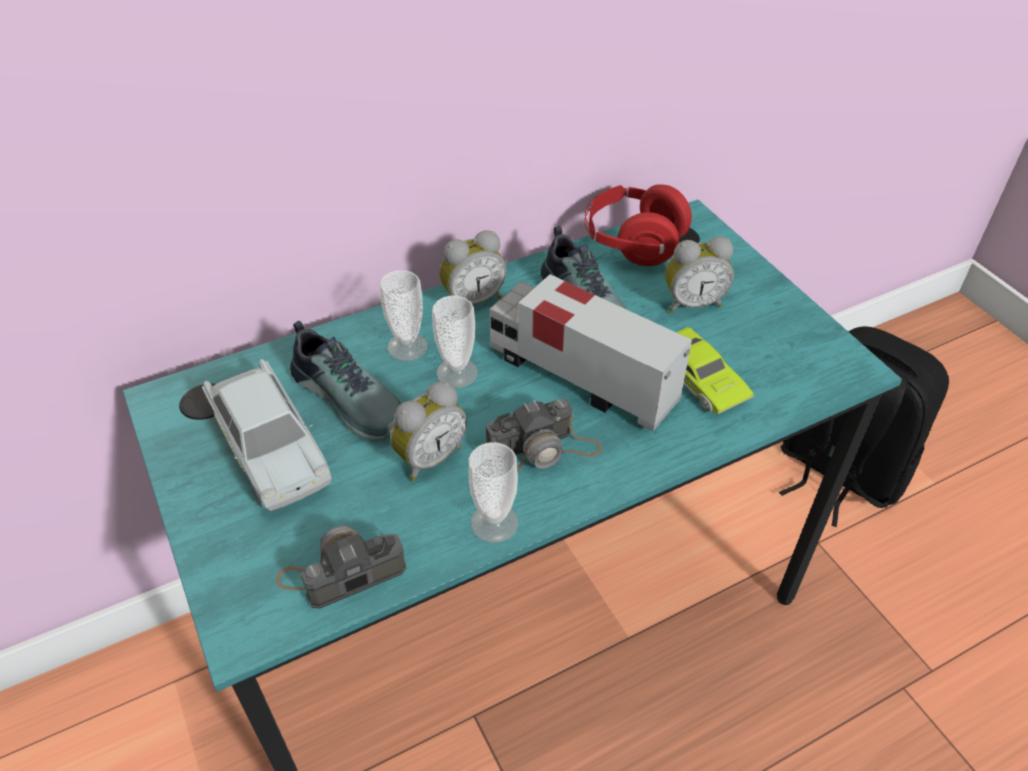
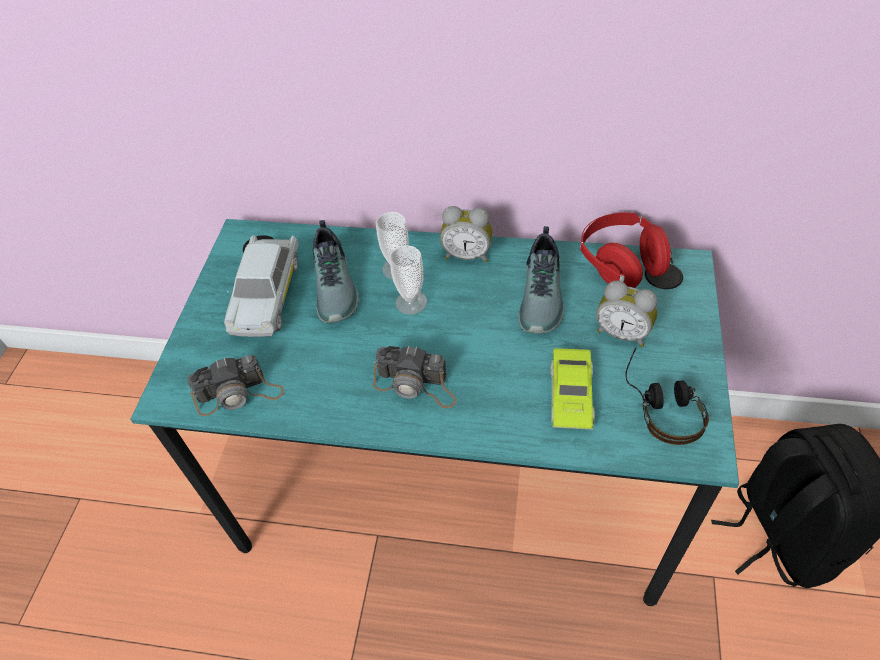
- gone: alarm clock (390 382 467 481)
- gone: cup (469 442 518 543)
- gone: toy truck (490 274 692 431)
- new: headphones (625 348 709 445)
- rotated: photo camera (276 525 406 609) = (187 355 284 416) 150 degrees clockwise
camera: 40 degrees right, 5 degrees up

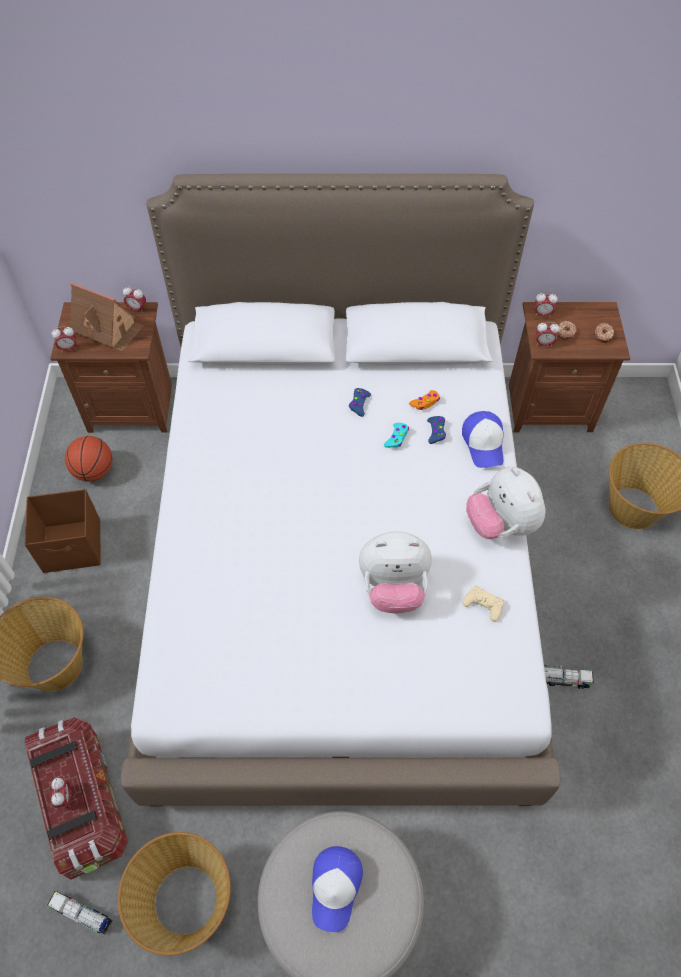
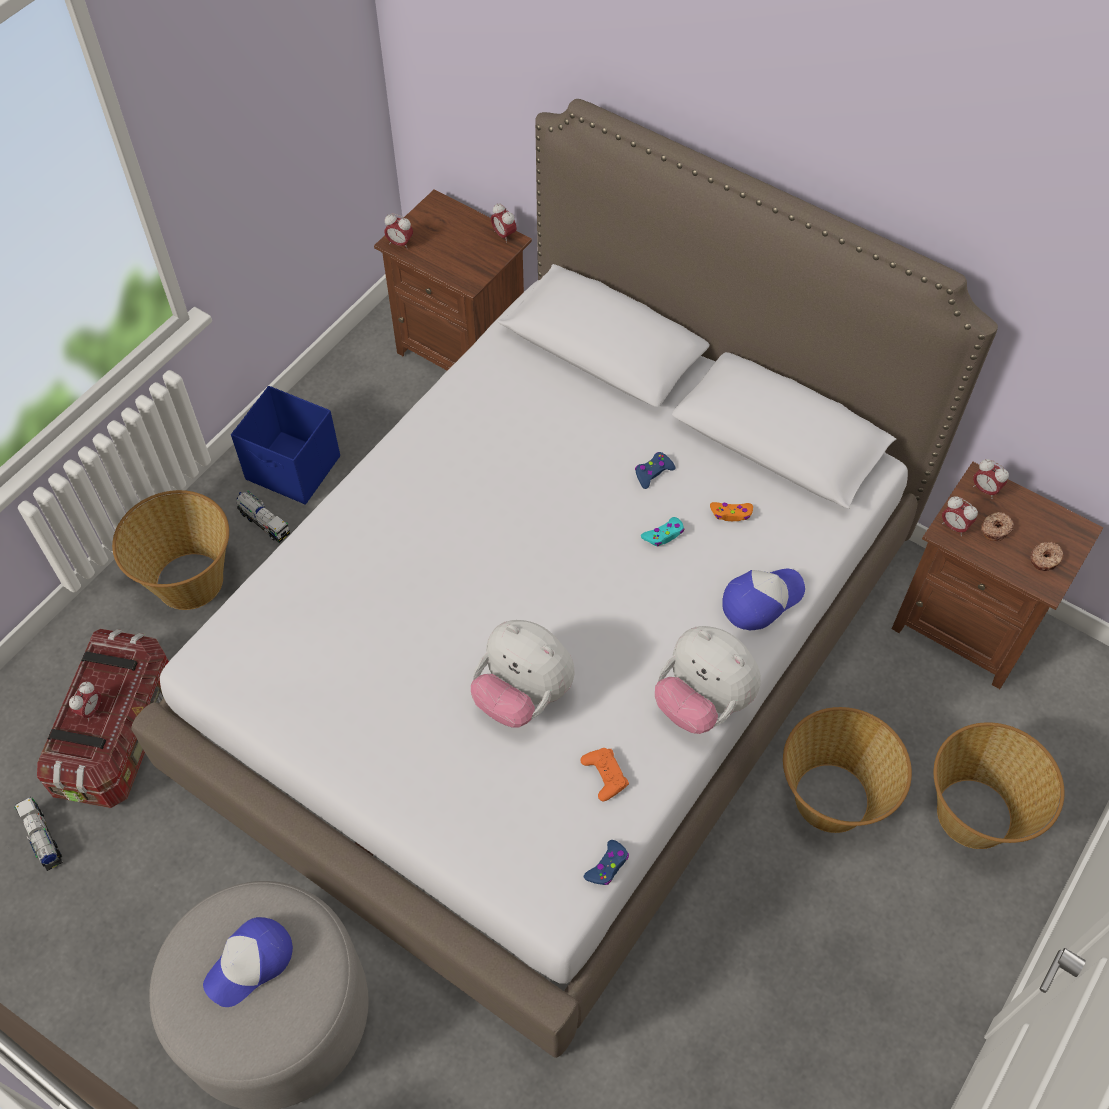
- gone: basketball (65 436 112 482)
- gone: toy house (70 282 143 351)
- shifted: basket (118 832 231 956) to (783 707 912 833)
- shifted: blue game controller (427 416 446 444) to (584 840 629 885)
- shifted: toy truck (544 665 594 689) to (237 491 290 543)
- repainted: brown storage box (25 489 101 573) to blue storage box (231 386 340 505)
- repainted: beige game controller (462 586 504 622) to orange game controller (581 748 629 801)
- rotated: cap (462 411 504 468) = (722 569 805 630) 150 degrees counterclockwise
- rotated: plush toy (466 467 546 539) = (655 626 761 734) 60 degrees counterclockwise
camera: 35 degrees right, 0 degrees up

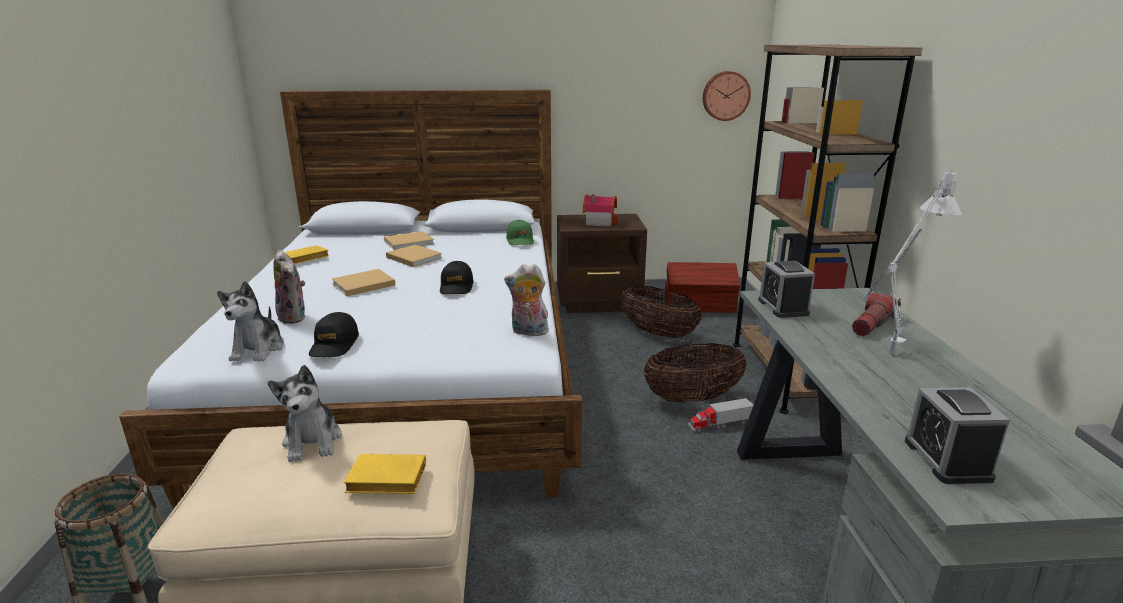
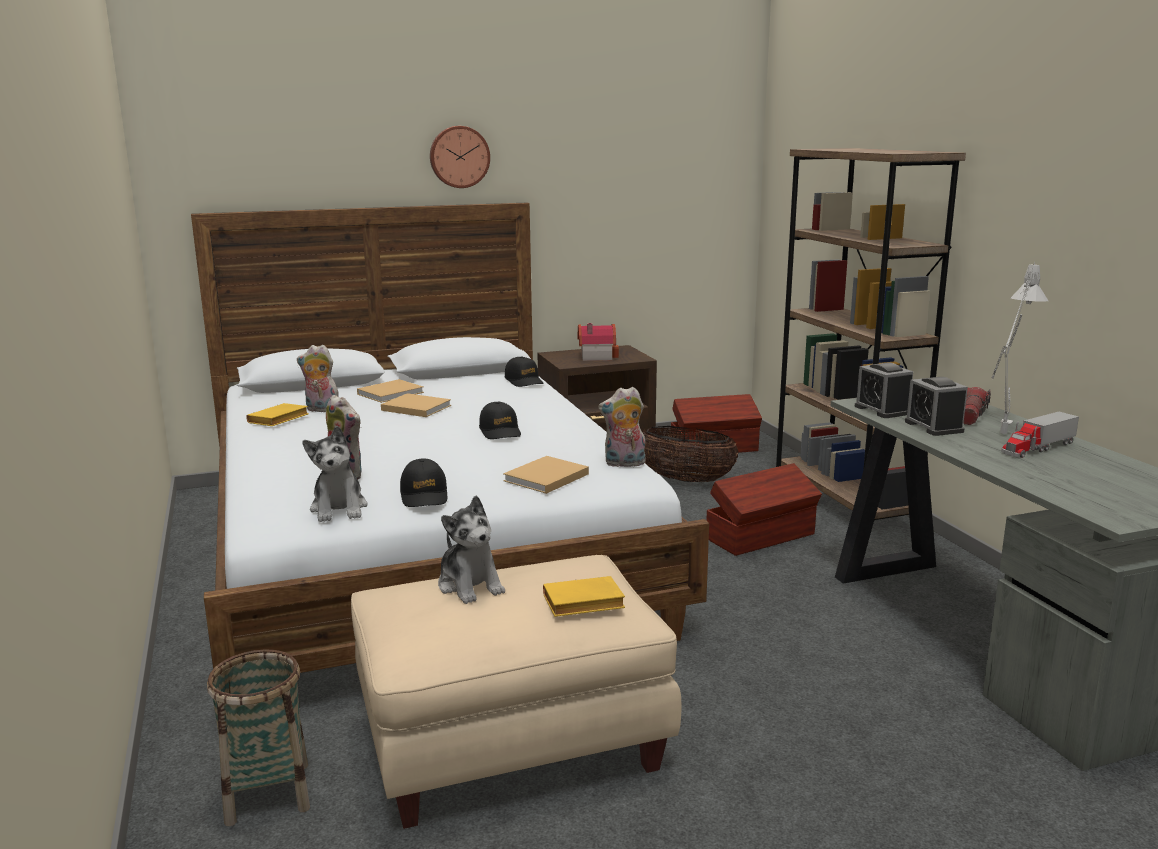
- new: plush toy (297 345 339 412)
- shifted: beige book (332 269 395 296) to (503 456 589 494)
- shifted: toy truck (688 398 753 432) to (1001 412 1079 458)
- shifted: wall clock (703 71 751 121) to (430 126 490 188)
- shifted: alarm clock (905 387 1010 484) to (905 377 968 436)
- swapped: basket (643 343 747 403) to brown storage box (706 463 822 556)
- repainted: green cap (506 220 534 246) to black cap (505 356 544 387)
camera: 15 degrees left, 5 degrees down

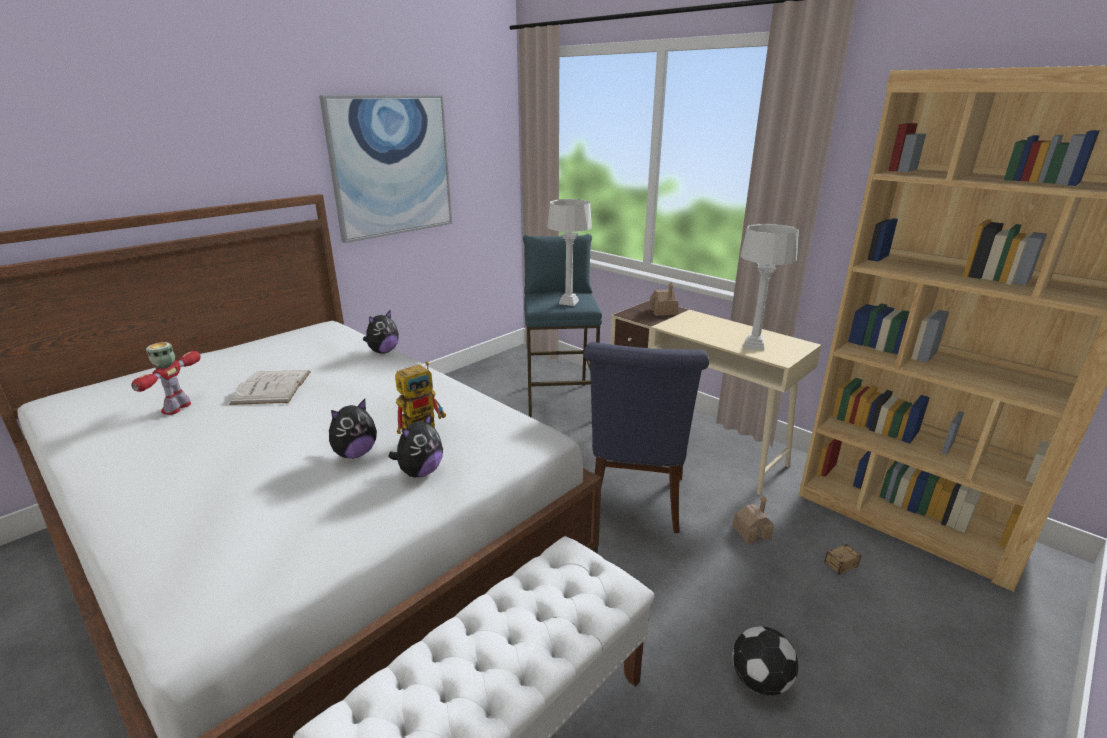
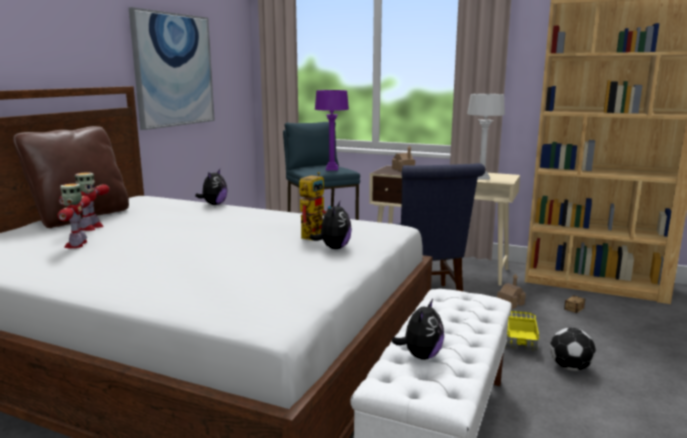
- gone: white book (229 370 311 405)
- new: brown pillow (13 126 129 228)
- new: toy robot (59 173 109 231)
- new: toy truck (505 311 539 351)
- shifted: plush toy (329 399 377 458) to (392 299 444 360)
- repainted: grey table lamp (547 199 592 306) to purple table lamp (315 90 349 170)
camera: 20 degrees left, 10 degrees down

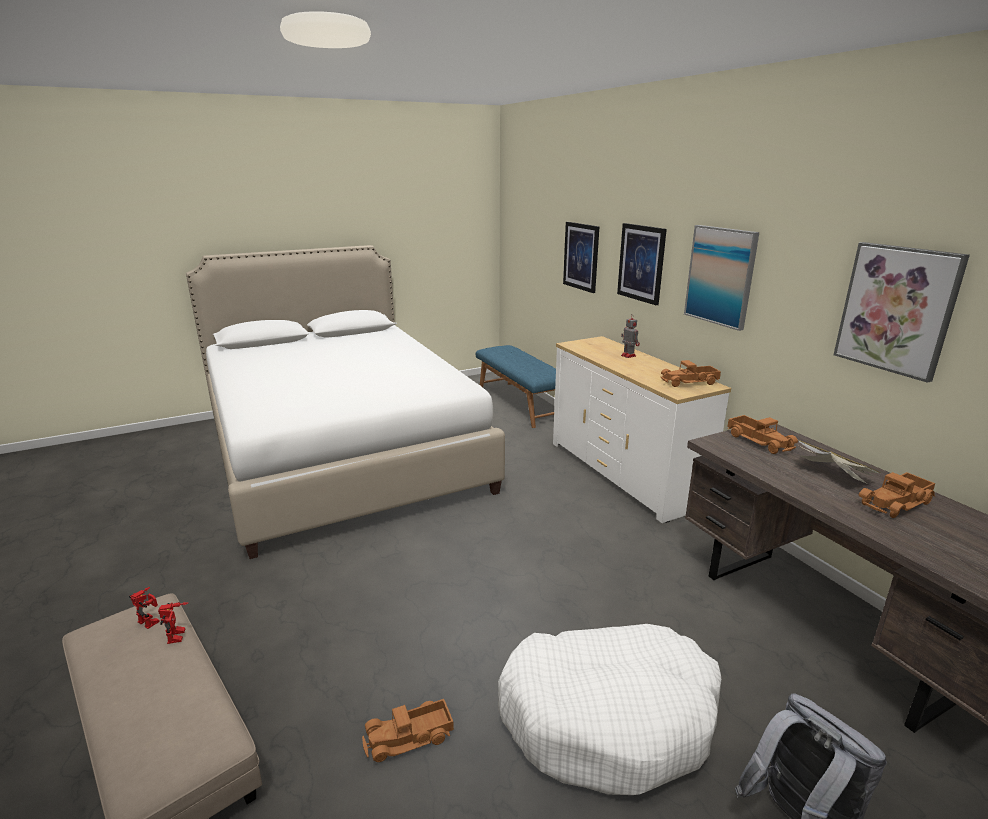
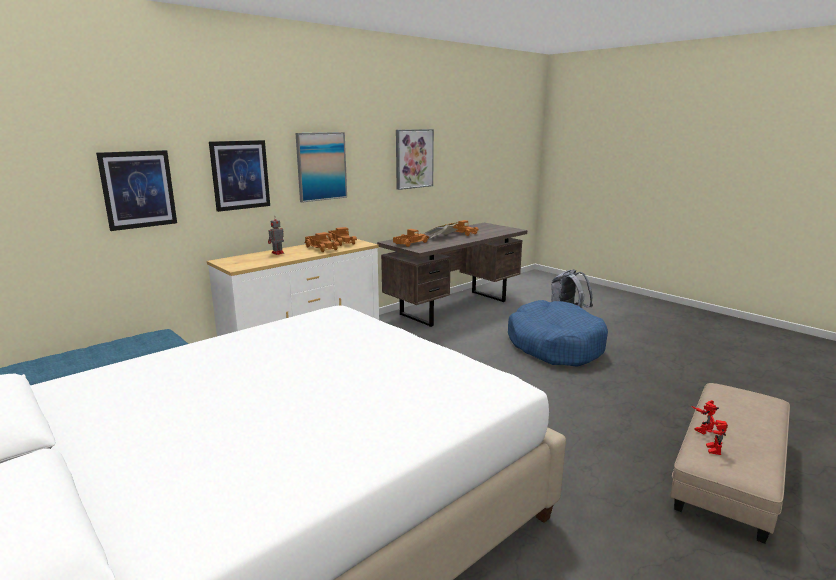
- shifted: toy truck (362 699 454 762) to (305 232 339 252)
- repainted: white dog bed (498 624 721 795) to blue dog bed (508 300 608 367)
camera: 105 degrees left, 5 degrees down

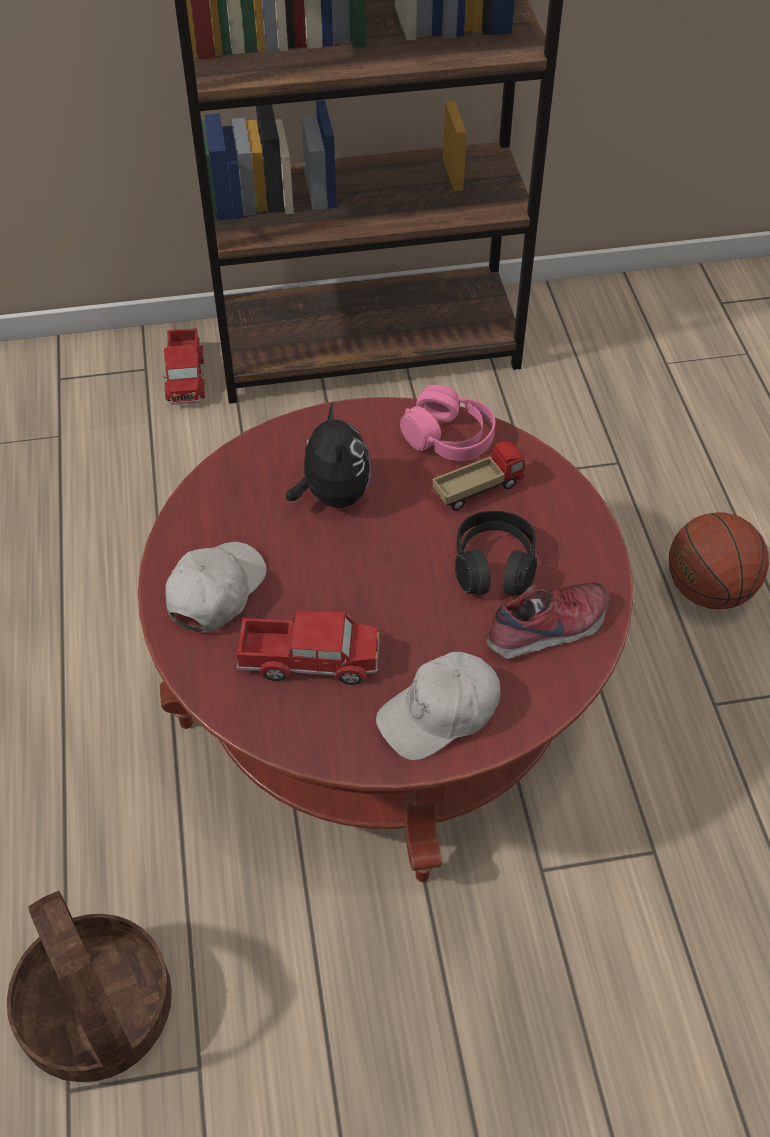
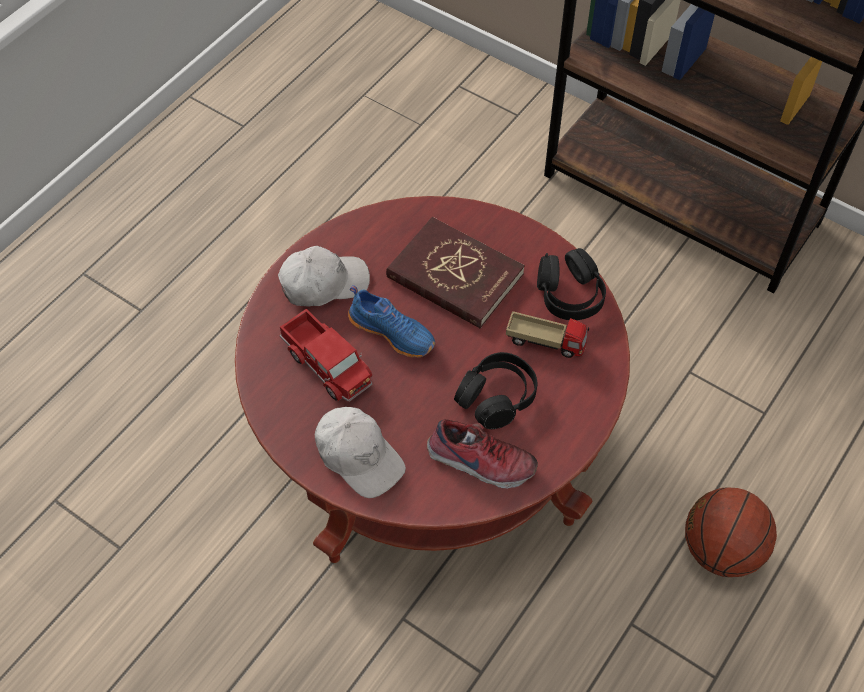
- gone: basket (7 891 172 1082)
- gone: toy truck (162 328 205 405)
- new: blue shoe (348 285 435 358)
- swapped: plush toy (286 402 371 508) to red book (386 217 525 329)
- repainted: pink headphones (400 385 495 461) to black headphones (537 248 606 320)
- rotated: white cap (376 652 500 760) = (315 407 406 498) 150 degrees counterclockwise
camera: 45 degrees right, 5 degrees up

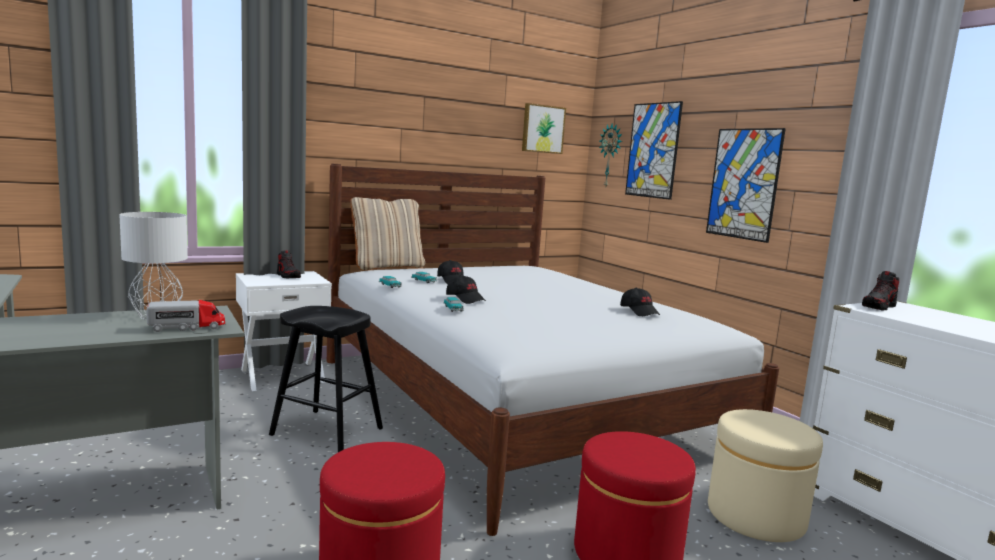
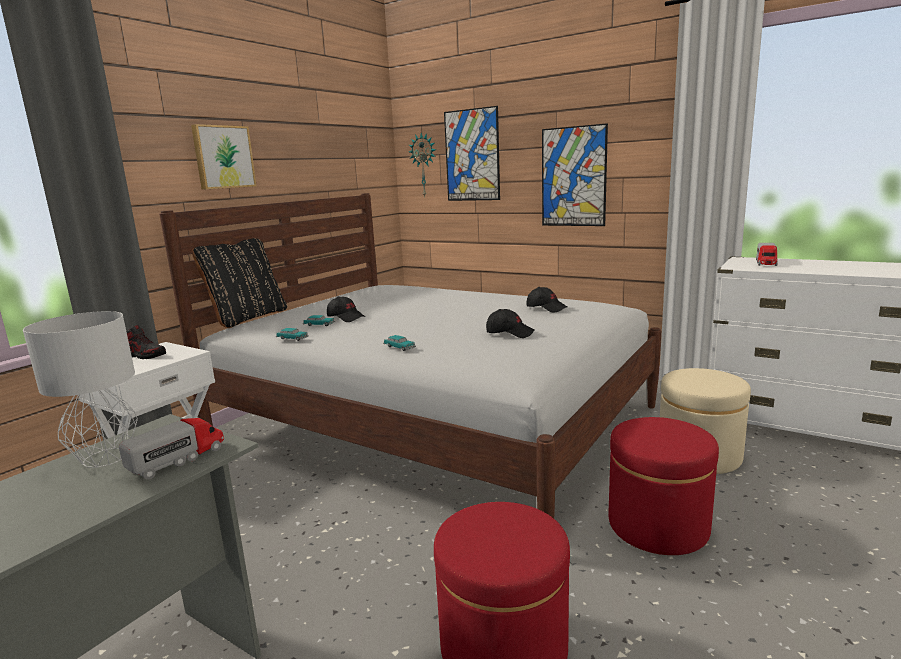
- gone: black stool (269 306 383 452)
- gone: shoe (862 271 899 311)
- new: toy truck (756 243 778 266)
- shifted: black cap (446 275 486 304) to (486 309 534 338)
- shifted: picture (522 103 566 154) to (191 124 257 190)
- repainted: beige pillow (350 197 425 271) to black pillow (192 238 287 328)
camera: 25 degrees left, 5 degrees up

